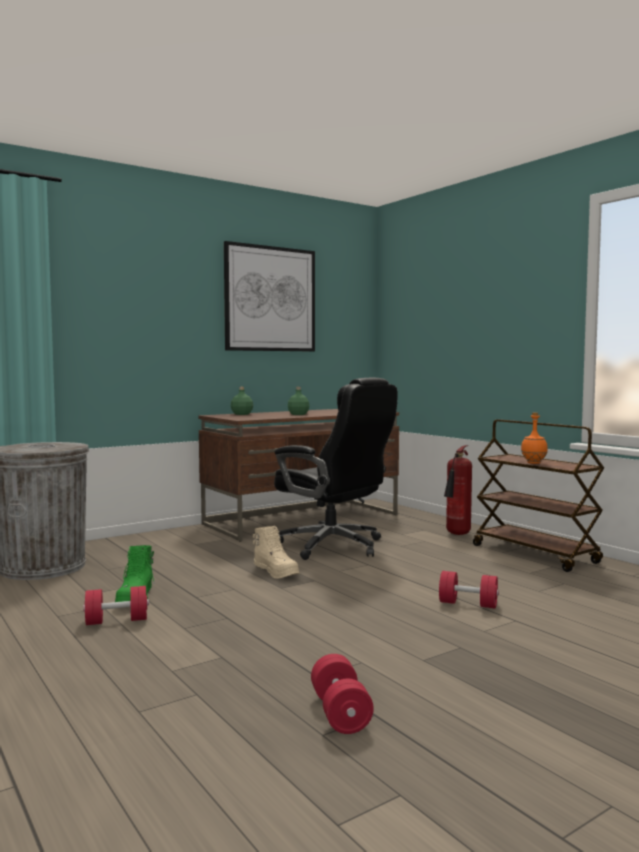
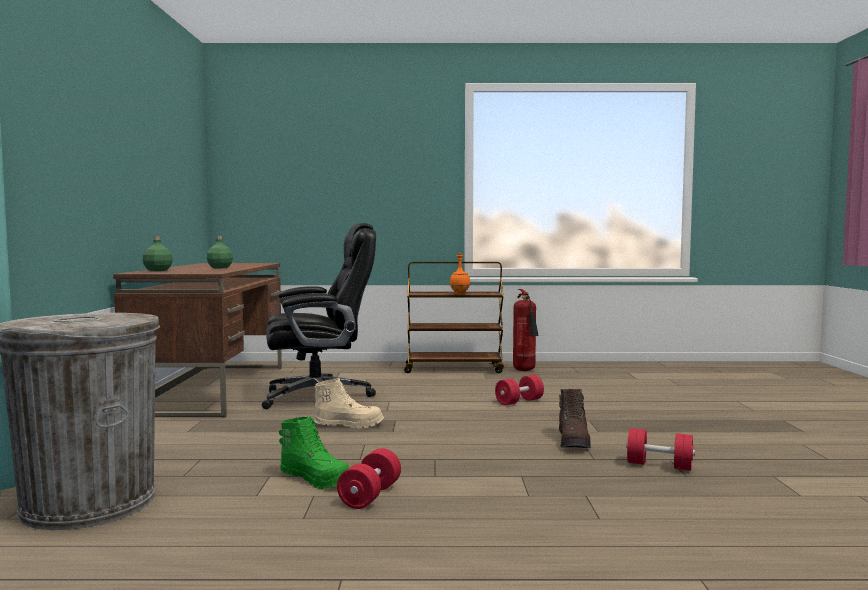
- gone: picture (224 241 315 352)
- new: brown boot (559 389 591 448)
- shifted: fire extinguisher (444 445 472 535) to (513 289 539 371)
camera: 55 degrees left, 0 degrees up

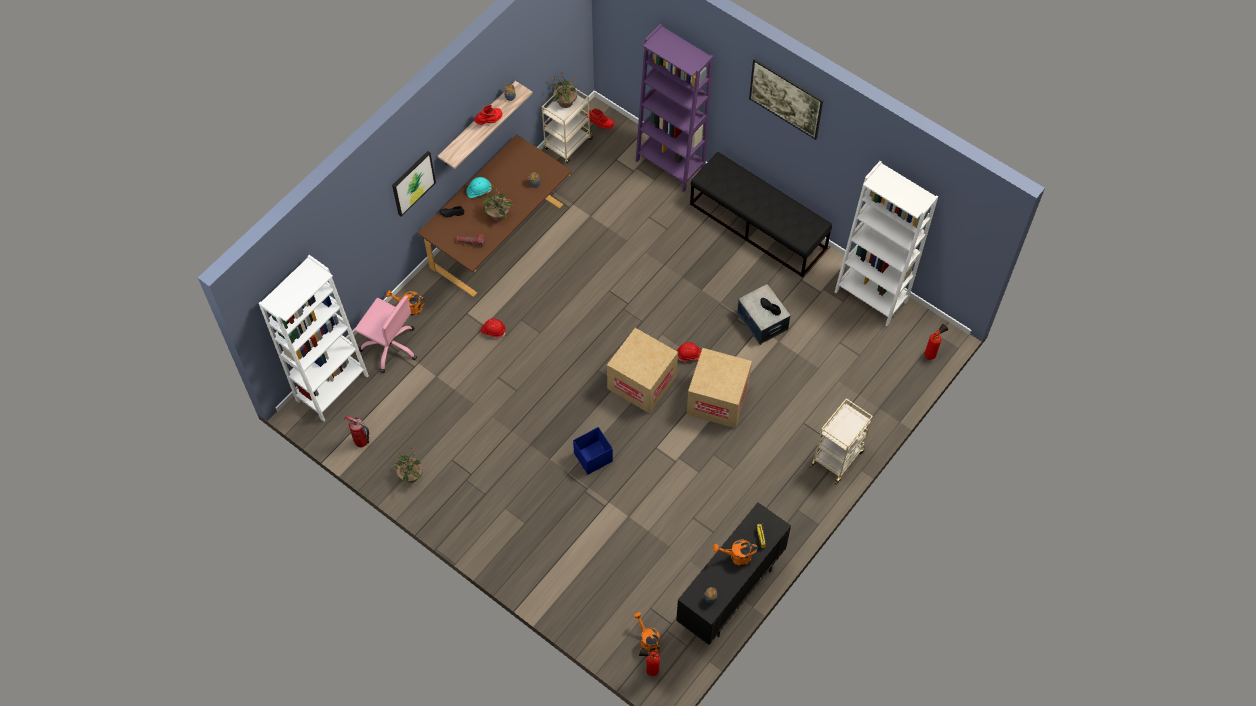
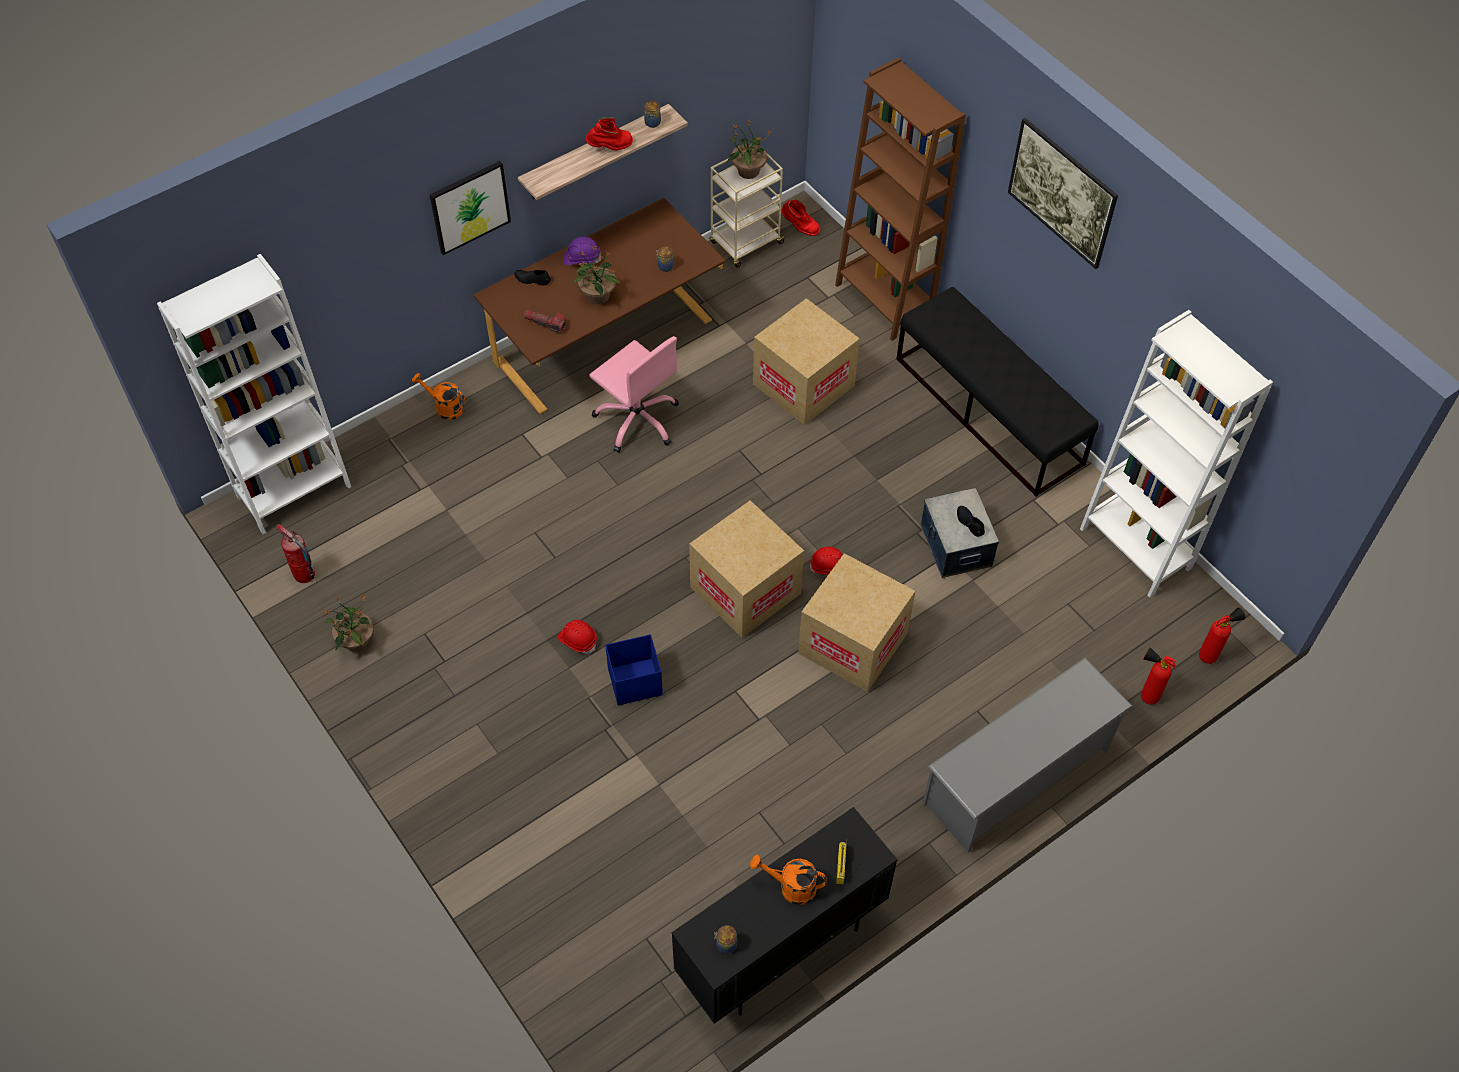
- gone: orange watering can (634 612 660 653)
- new: cardboard box (753 298 860 425)
- shifted: pink office chair (354 296 417 373) to (589 336 679 453)
- shifted: red hard hat (481 318 506 338) to (558 620 597 654)
- shifted: fire extinguisher (639 647 660 676) to (1141 647 1176 705)
- swapped: beige cart (809 398 873 485) to grey shoe rack (922 658 1132 852)
- repainted: turquoise hard hat (466 177 492 198) to purple hard hat (563 236 601 265)
- repainted: purple bookcase (636 24 713 192) to brown bookcase (835 57 966 341)
camera: 15 degrees right, 5 degrees down

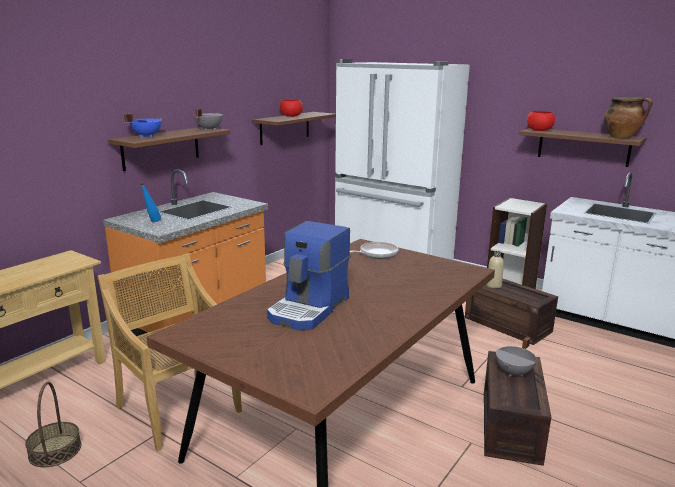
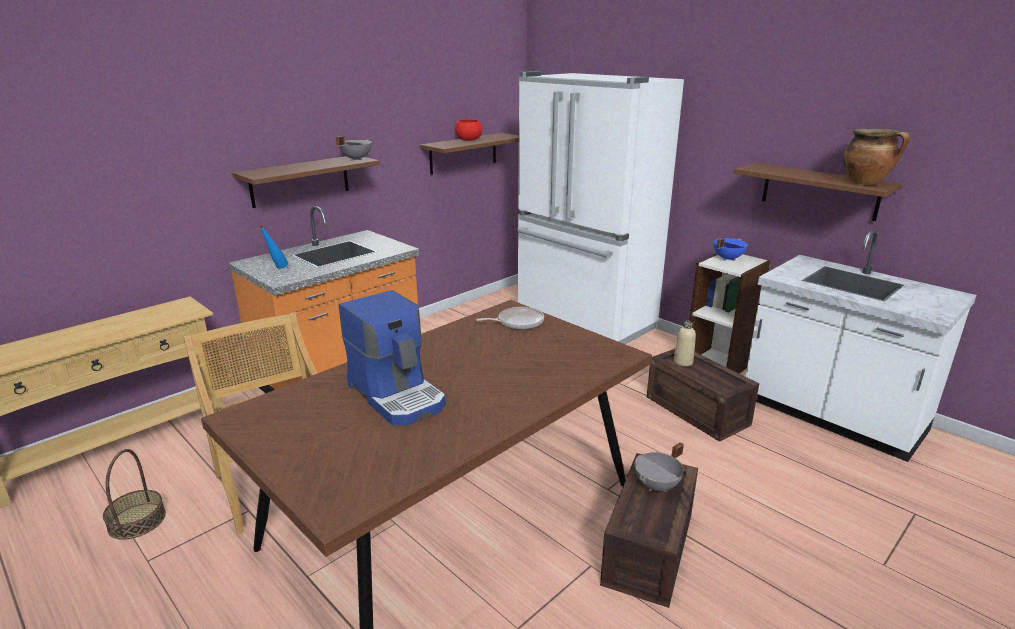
- gone: red bowl (527 111 555 131)
- shifted: blue cooking pot (124 114 162 137) to (713 238 748 261)
- rotated: coffee machine (267 221 350 331) = (339 290 446 425) 75 degrees counterclockwise
camera: 10 degrees right, 5 degrees up

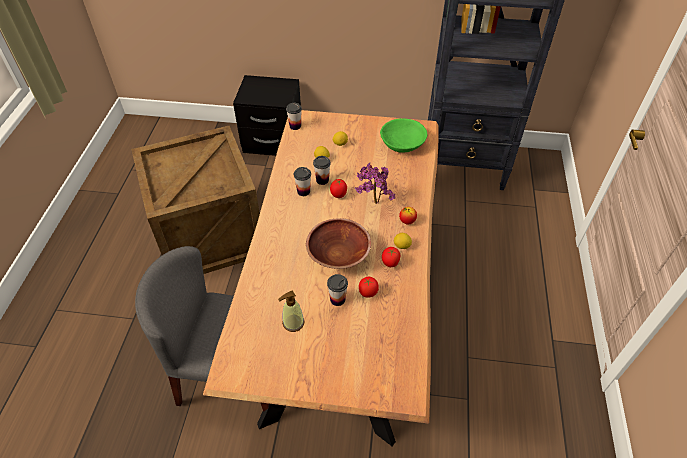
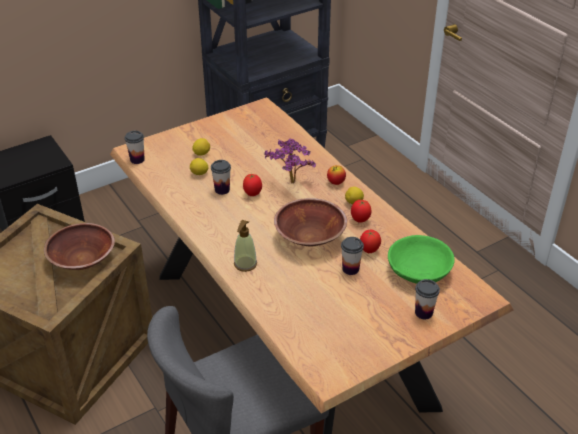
- new: brown bowl (44 223 115 270)
- shifted: soap dispenser (278 291 305 332) to (234 220 257 272)
- shifted: cup (294 167 311 196) to (415 279 440 319)
- shifted: green bowl (380 118 427 153) to (388 235 455 284)
camera: 40 degrees left, 10 degrees down

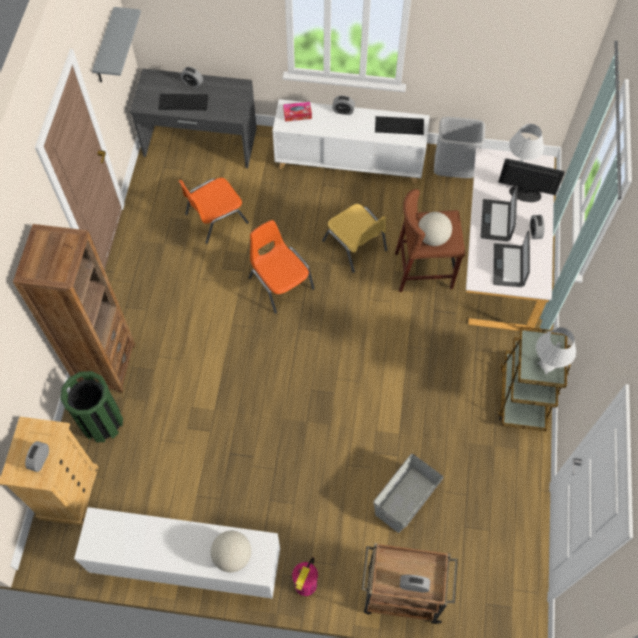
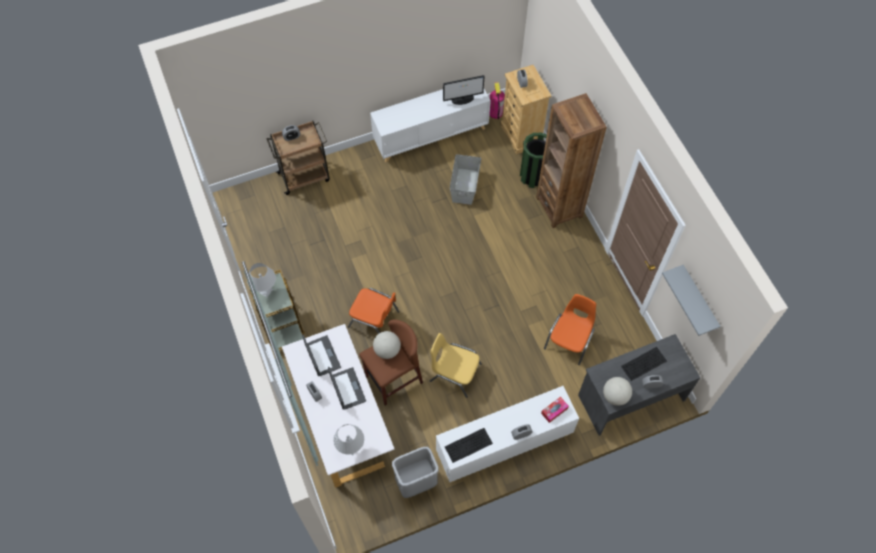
- shifted: globe (211 531 251 572) to (603 377 632 406)
- shifted: orange chair (249 220 315 314) to (348 288 399 334)
- shifted: fire extinguisher (292 557 318 596) to (489 82 505 120)
- shifted: grey storage box (373 454 443 533) to (450 154 481 205)
- shifted: monitor (498 158 565 202) to (443 75 485 105)
camera: 150 degrees right, 0 degrees up

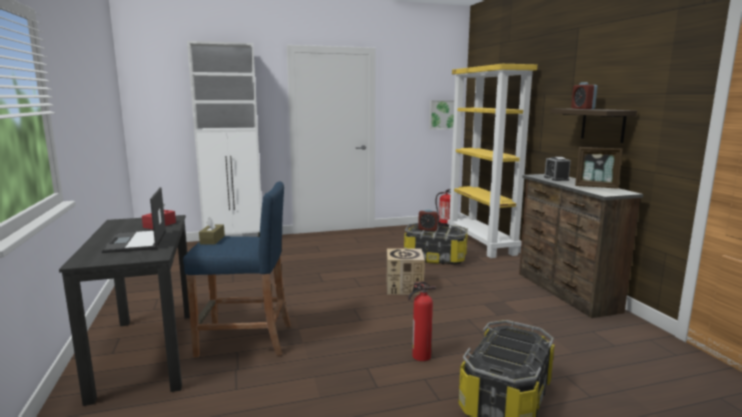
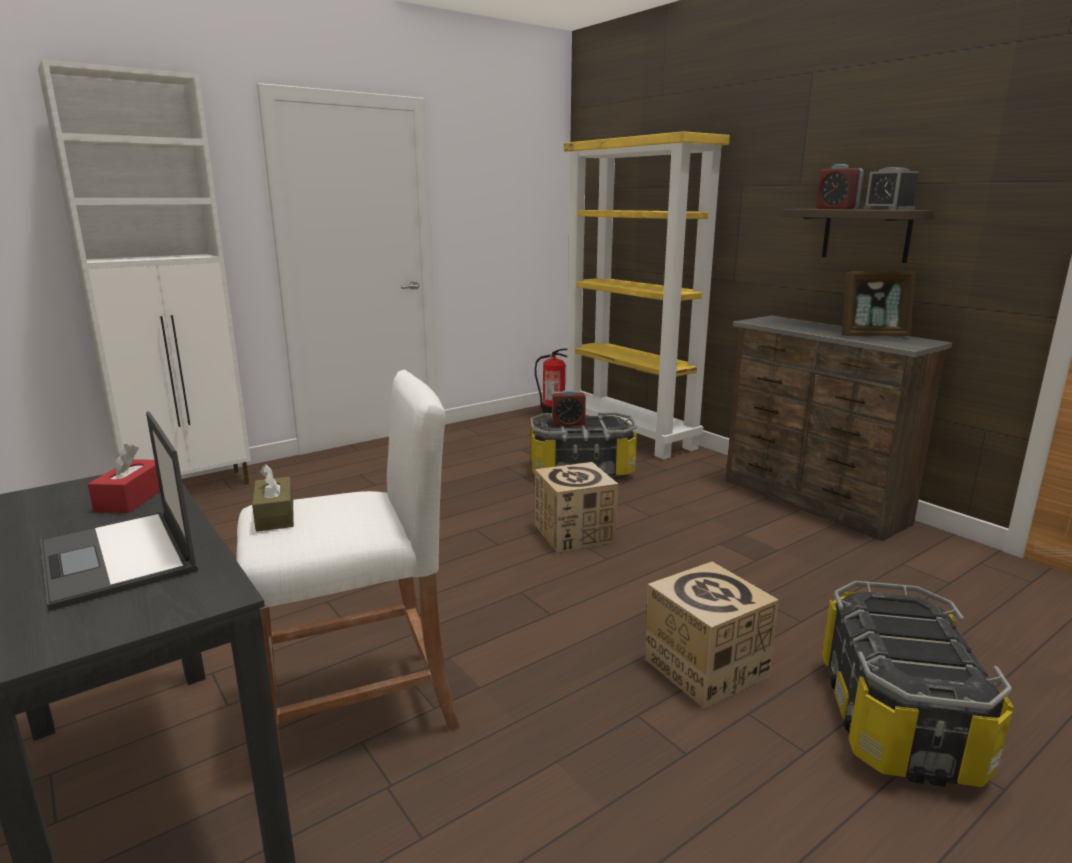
- gone: picture (429 100 454 130)
- shifted: alarm clock (544 157 571 181) to (863 167 918 210)
- swapped: fire extinguisher (408 281 436 361) to cardboard box (645 562 779 709)
- repainted: blue stool (183 181 291 358) to white stool (237 370 460 763)
camera: 20 degrees left, 5 degrees up

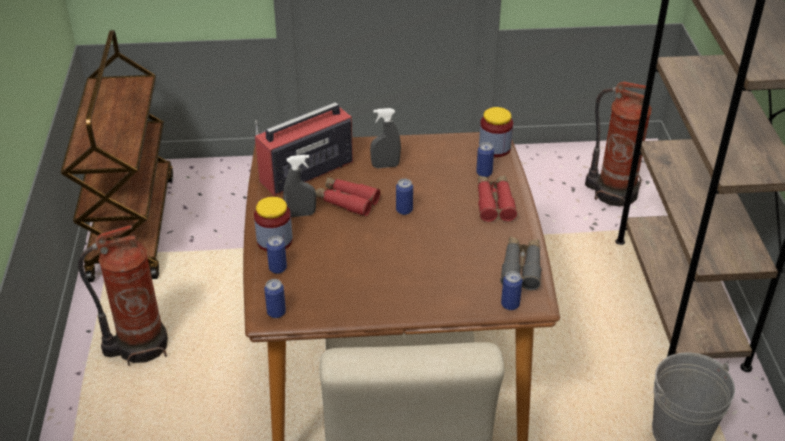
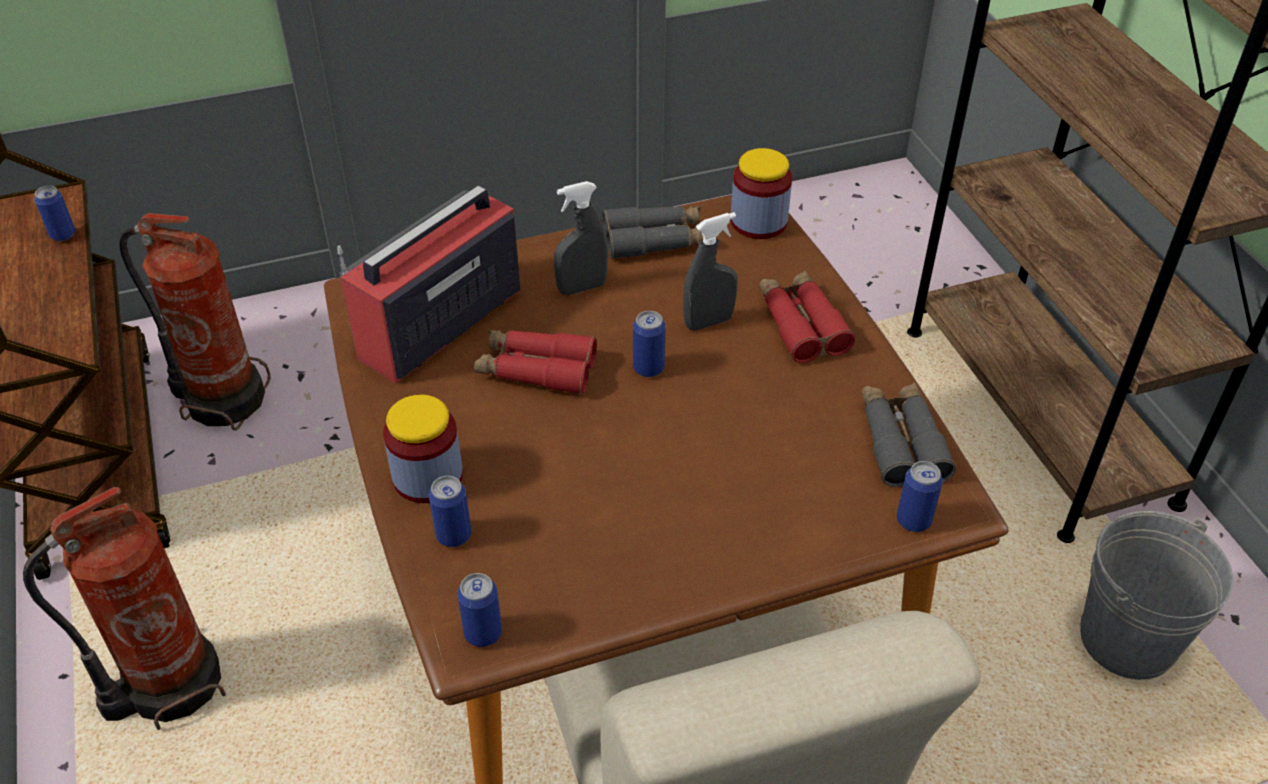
- new: grey binoculars (603 206 703 259)
- shifted: grey spray bottle (283 155 316 217) to (683 212 738 330)
- shifted: can (476 142 494 177) to (34 185 75 241)
- shifted: fire extinguisher (585 81 652 207) to (119 213 271 431)
camera: 15 degrees left, 5 degrees up

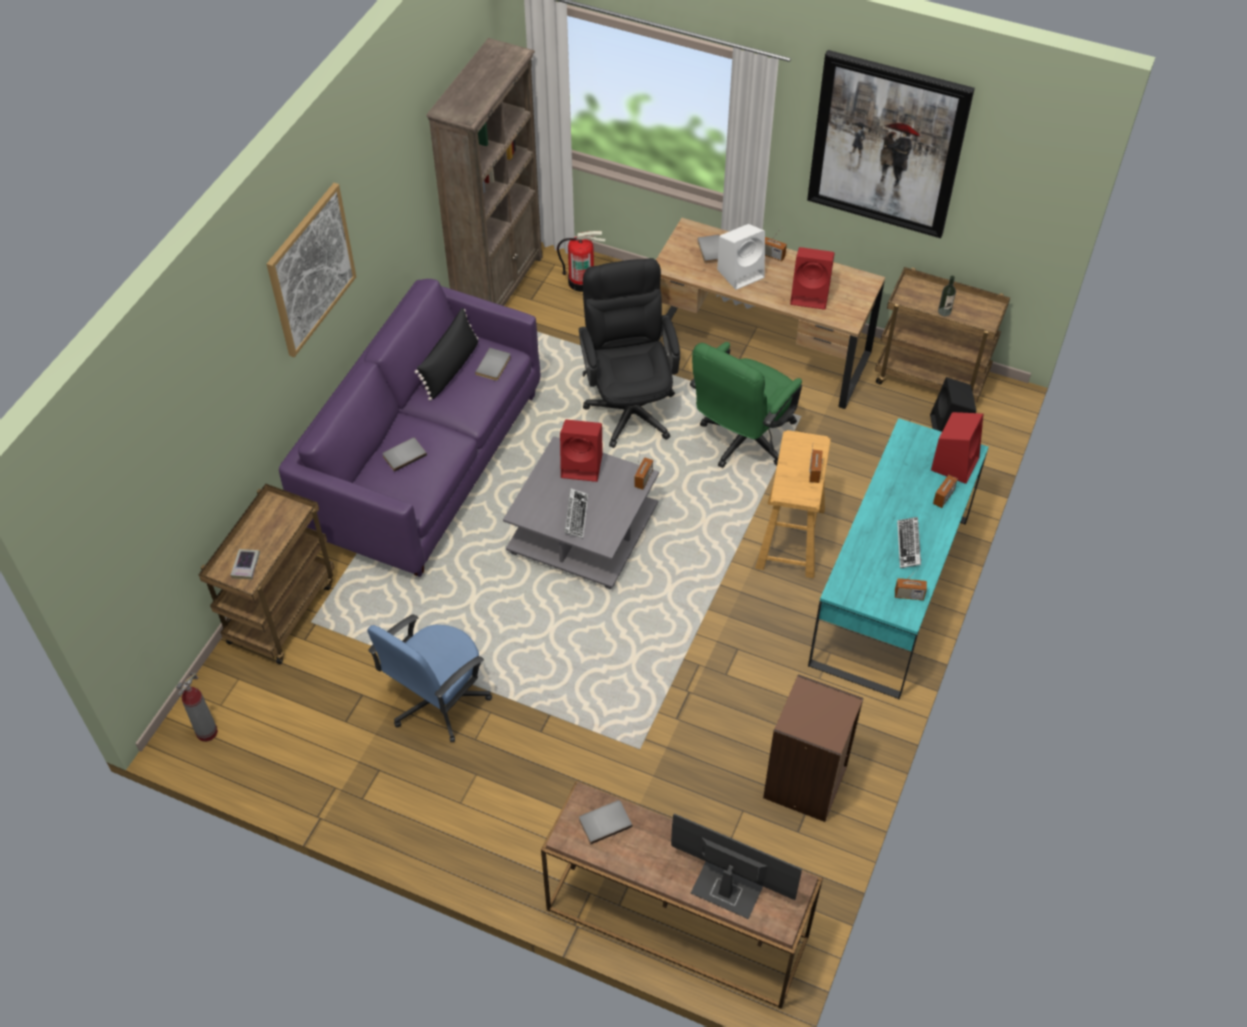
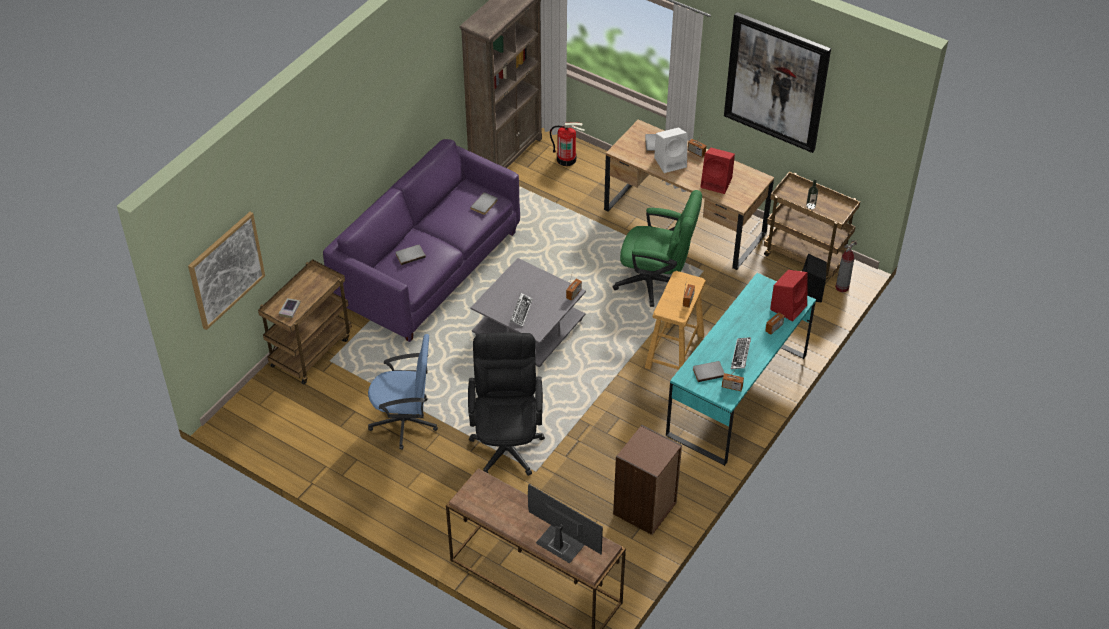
- gone: black pillow (415 308 478 401)
- gone: red speaker (560 420 603 482)
- shifted: fire extinguisher (176 673 218 742) to (835 240 857 292)
- shifted: picture (267 183 356 357) to (188 212 265 330)
- shifted: black office chair (579 258 680 448) to (468 332 545 476)
- shifted: grey book (579 800 633 845) to (693 361 724 382)
- rotated: blue office chair (367 614 492 742) = (368 334 438 450) 135 degrees counterclockwise
- rotated: green office chair (690 342 802 468) = (613 190 702 307) 120 degrees counterclockwise
camera: 10 degrees right, 5 degrees down

